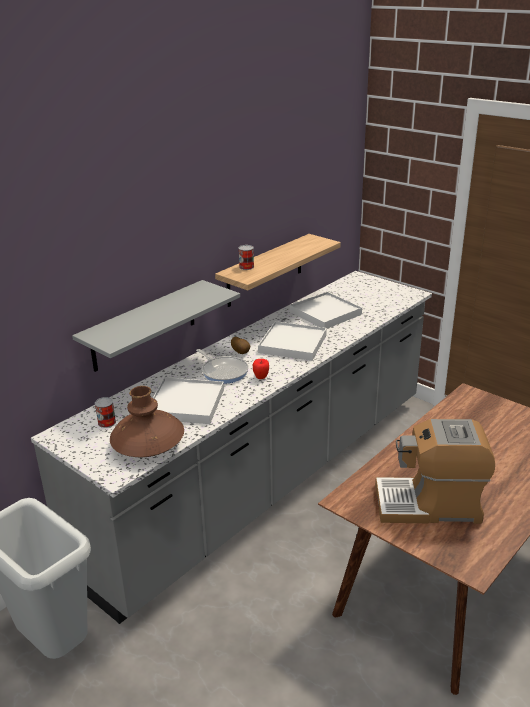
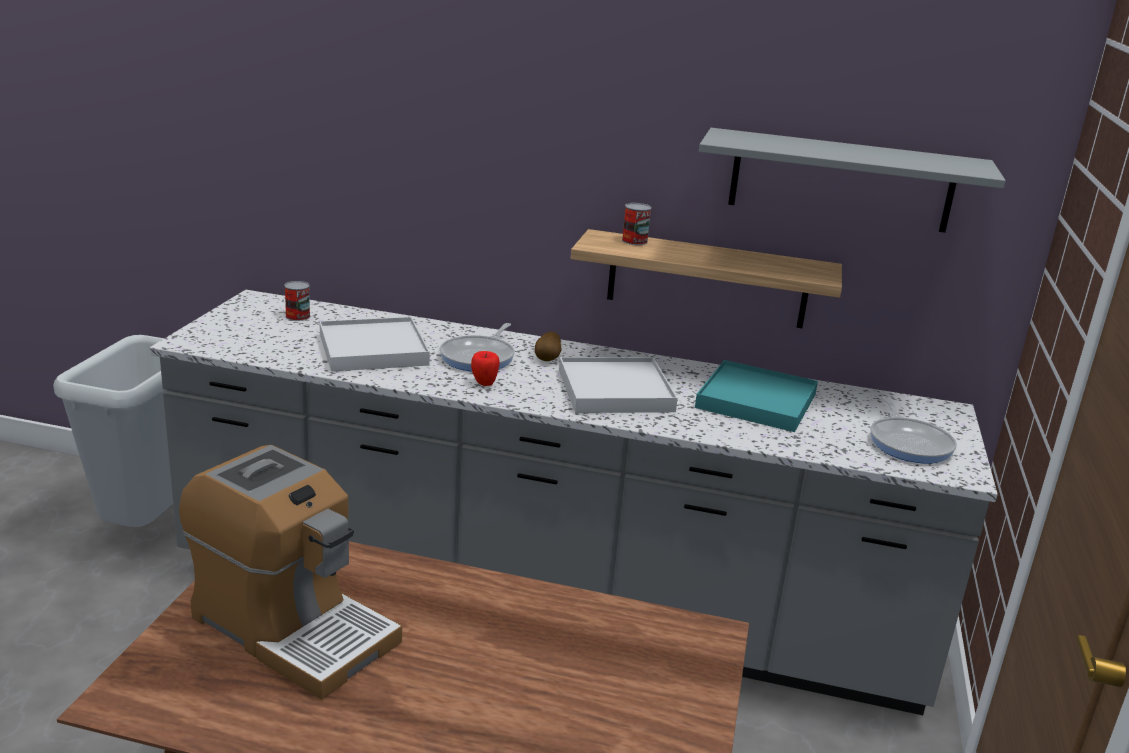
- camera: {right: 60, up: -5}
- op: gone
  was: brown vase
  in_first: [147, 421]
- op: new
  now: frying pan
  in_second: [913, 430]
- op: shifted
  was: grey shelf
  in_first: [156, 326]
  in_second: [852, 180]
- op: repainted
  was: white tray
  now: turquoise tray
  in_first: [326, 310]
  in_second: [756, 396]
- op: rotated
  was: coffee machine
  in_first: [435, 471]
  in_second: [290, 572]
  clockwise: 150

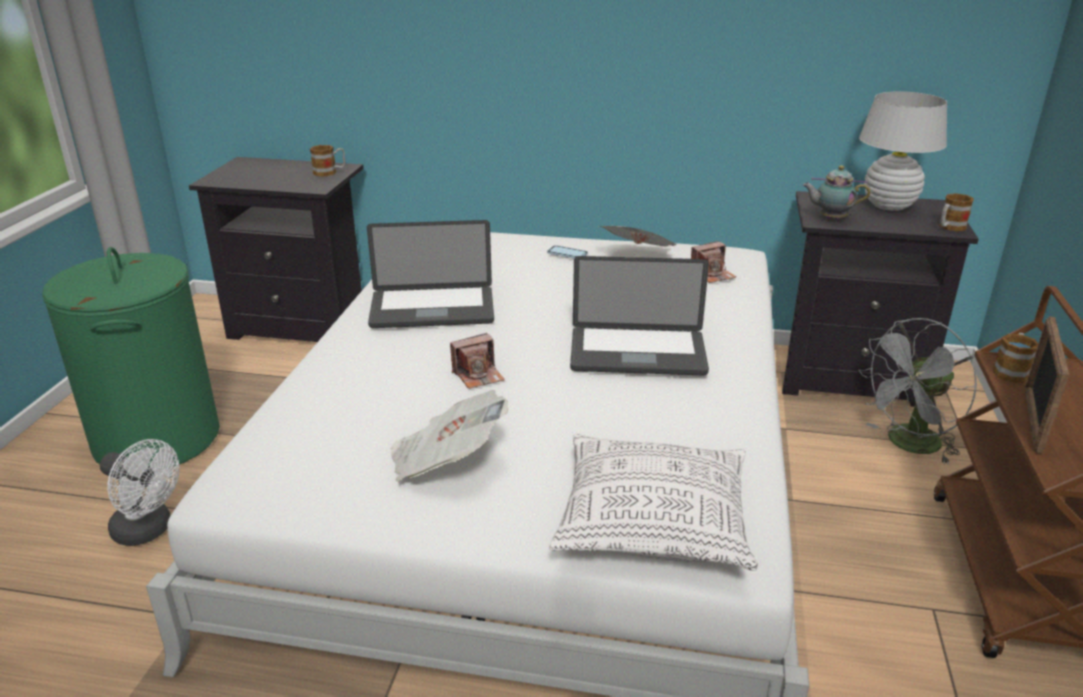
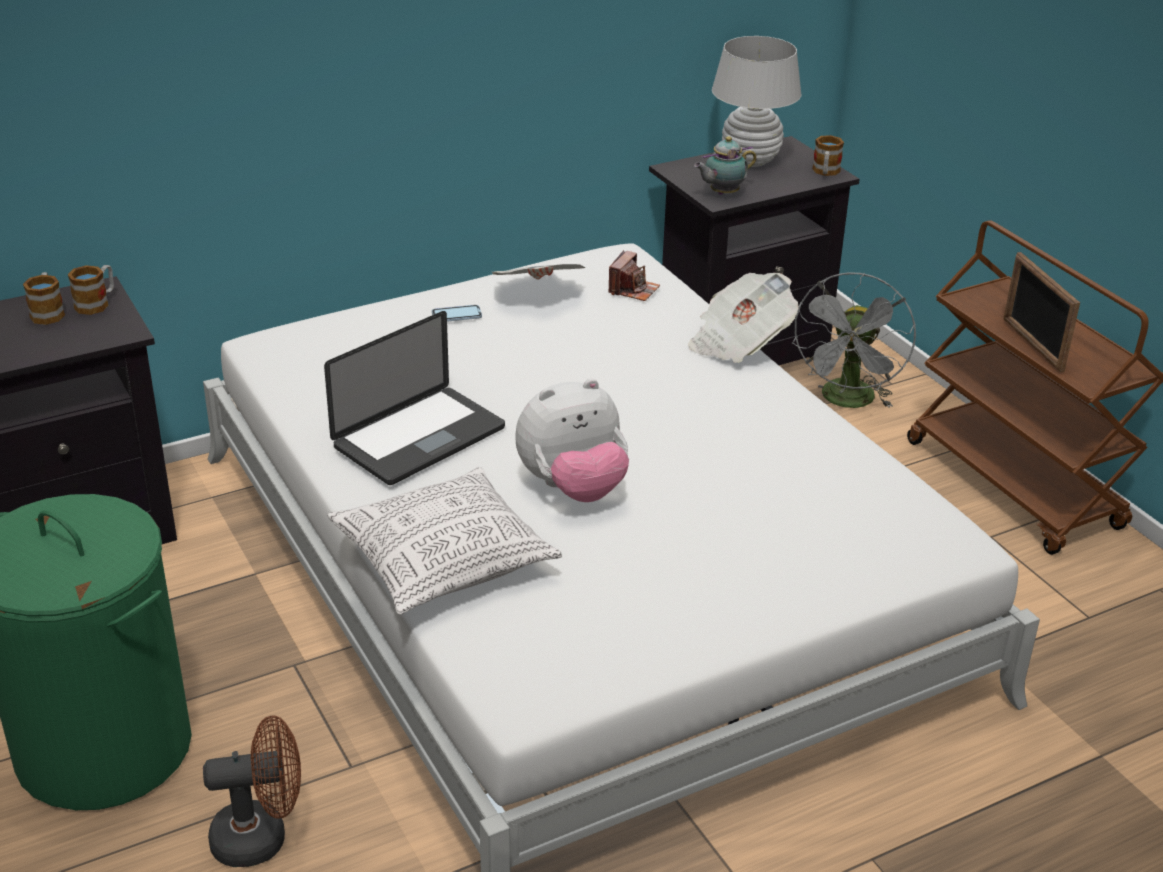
- camera: {right: -40, up: 5}
- op: gone
  was: laptop
  in_first: [639, 315]
- op: shifted
  was: newspaper
  in_first: [449, 436]
  in_second: [743, 318]
- op: shifted
  was: pillow
  in_first: [653, 502]
  in_second: [444, 541]
- op: shifted
  was: mug
  in_first: [1015, 358]
  in_second: [44, 298]
- op: swapped
  was: photo camera
  now: plush toy
  in_first: [477, 361]
  in_second: [572, 440]
- op: repainted
  was: white fan
  now: brown fan
  in_first: [140, 492]
  in_second: [252, 791]

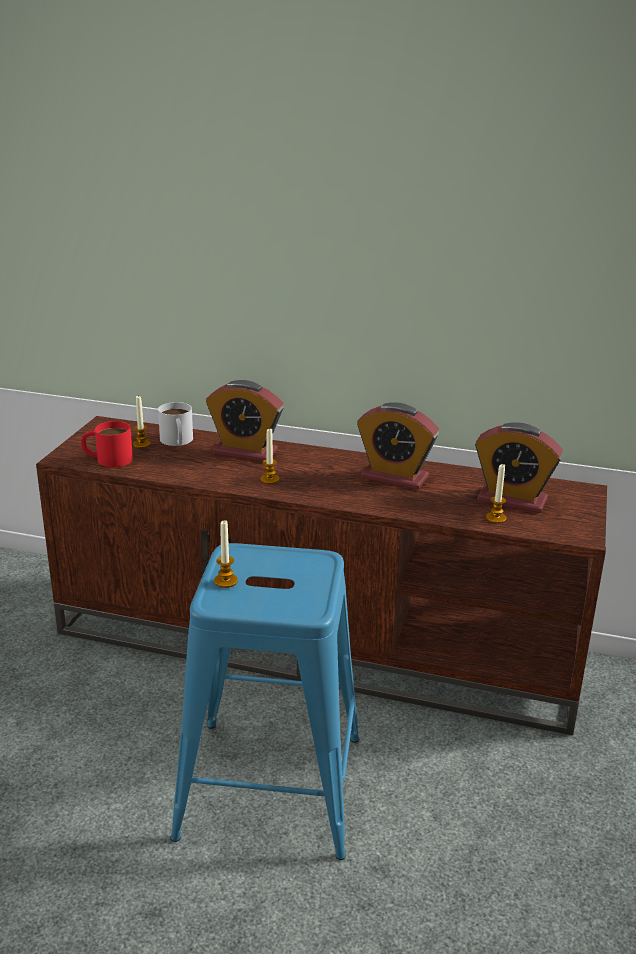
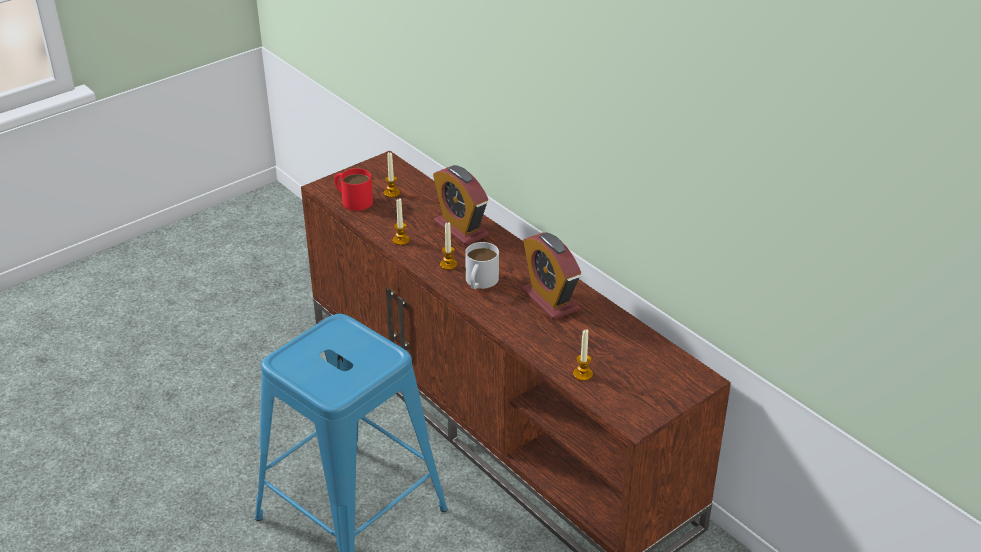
- camera: {right: 35, up: 10}
- op: gone
  was: alarm clock
  in_first: [519, 467]
- op: shifted
  was: white mug
  in_first: [175, 424]
  in_second: [482, 265]
- op: shifted
  was: candle
  in_first: [226, 554]
  in_second: [401, 222]

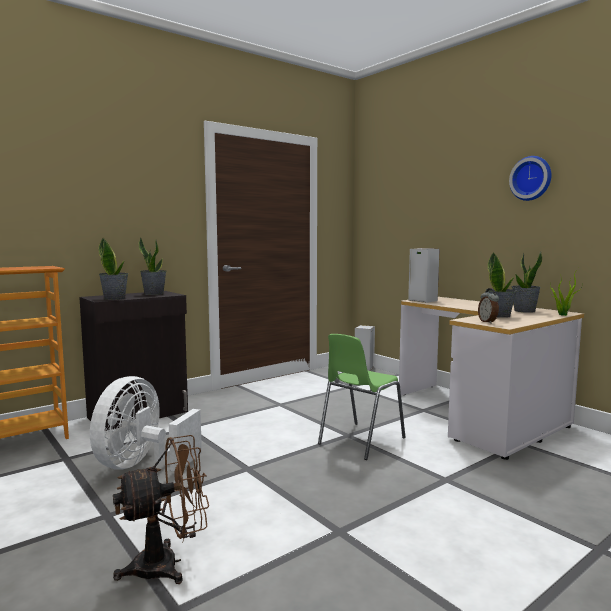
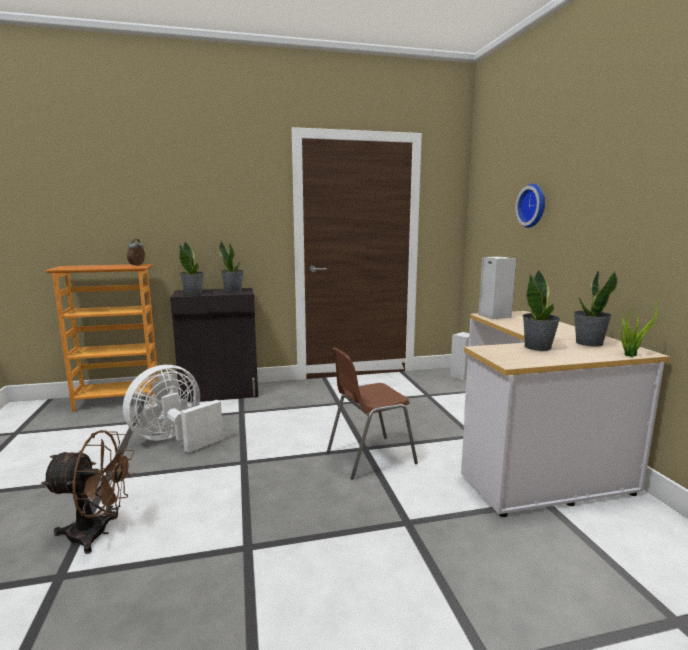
- camera: {right: 25, up: 5}
- op: shifted
  was: alarm clock
  in_first: [488, 306]
  in_second: [136, 252]
- op: shifted
  was: wall clock
  in_first: [530, 178]
  in_second: [530, 206]
- op: repainted
  was: green chair
  now: brown chair
  in_first: [361, 397]
  in_second: [372, 414]

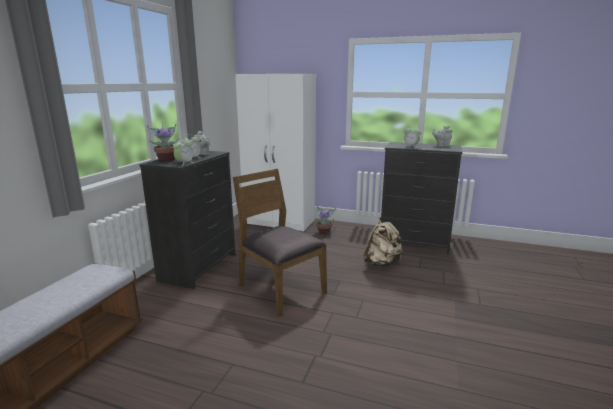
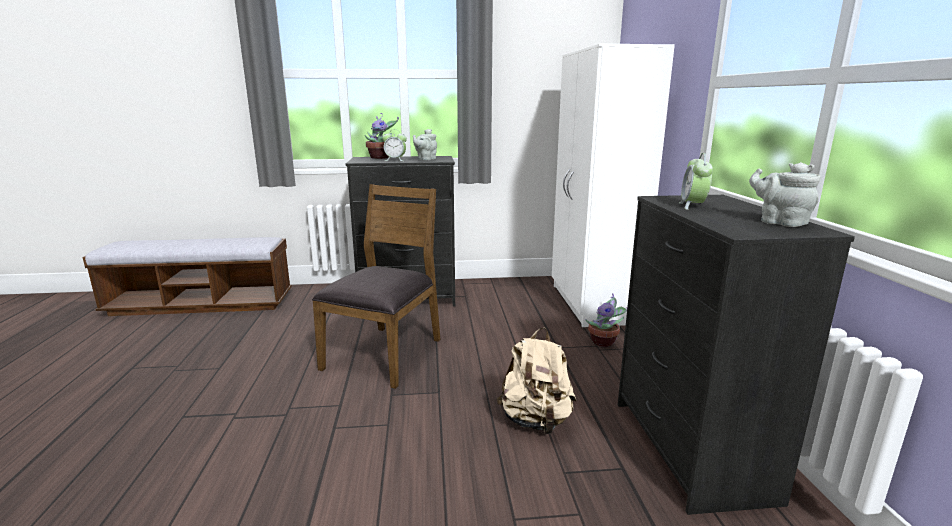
- camera: {right: 65, up: 0}
- op: gone
  was: alarm clock
  in_first: [183, 152]

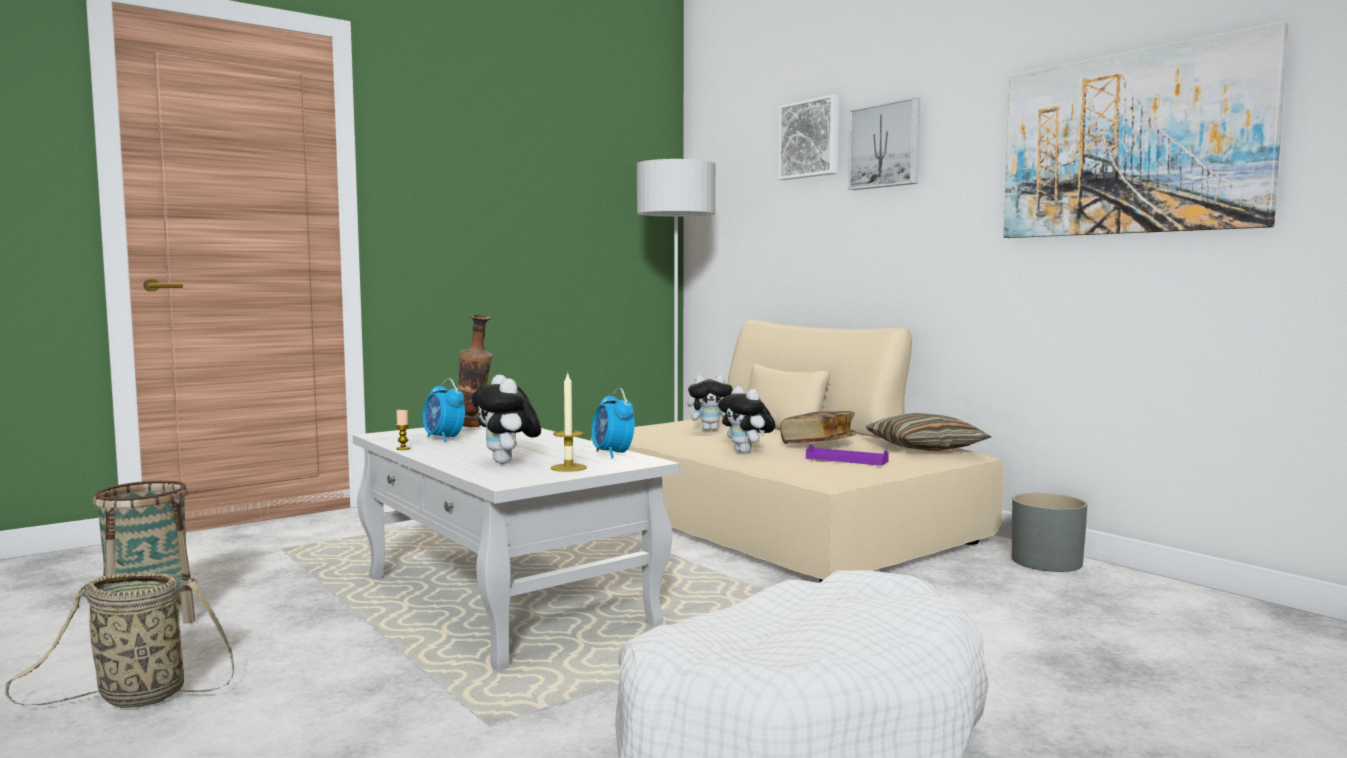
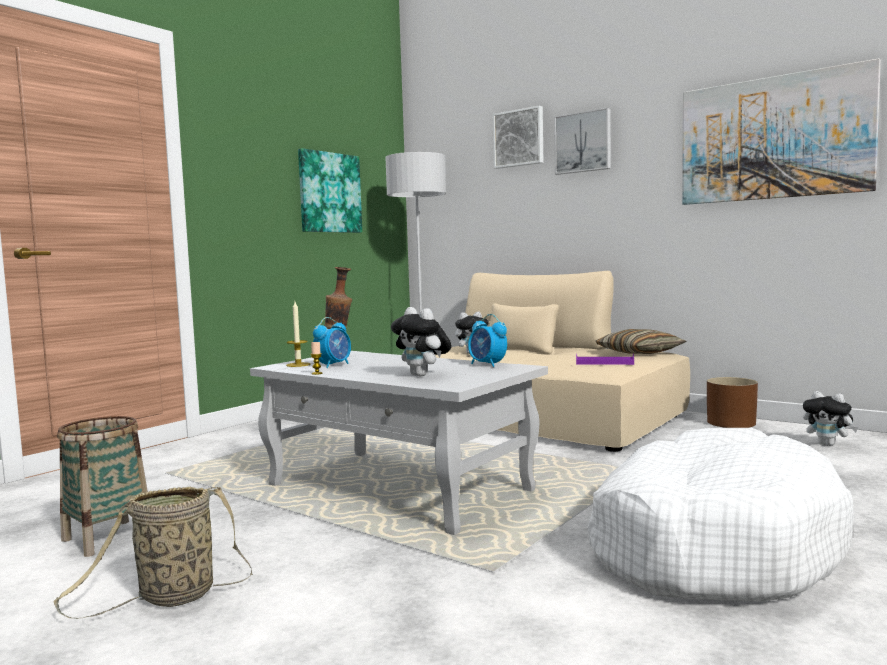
- camera: {right: -15, up: 0}
- op: gone
  was: book
  in_first: [818, 427]
- op: new
  now: picture
  in_second: [330, 190]
- op: shifted
  was: candle
  in_first: [569, 422]
  in_second: [298, 334]
- op: shifted
  was: plush toy
  in_first: [746, 420]
  in_second: [831, 418]
- op: repainted
  was: grey planter
  now: brown planter
  in_first: [1049, 532]
  in_second: [732, 402]
- op: rotated
  was: alarm clock
  in_first: [444, 410]
  in_second: [332, 342]
  clockwise: -90

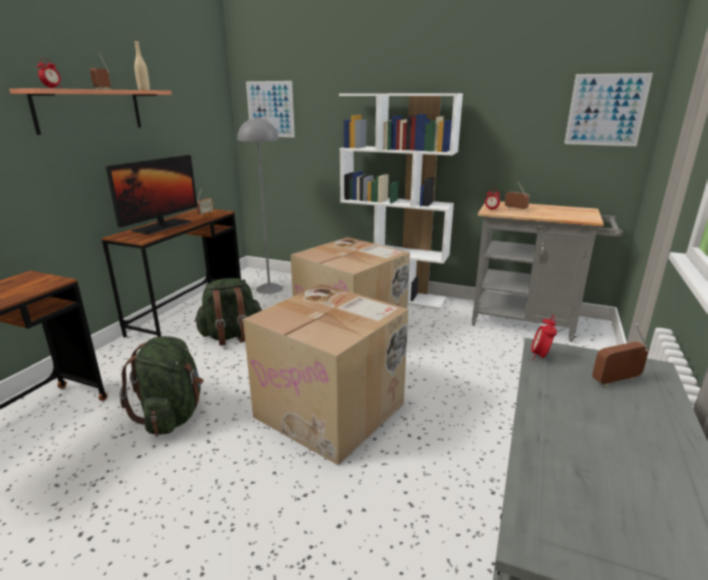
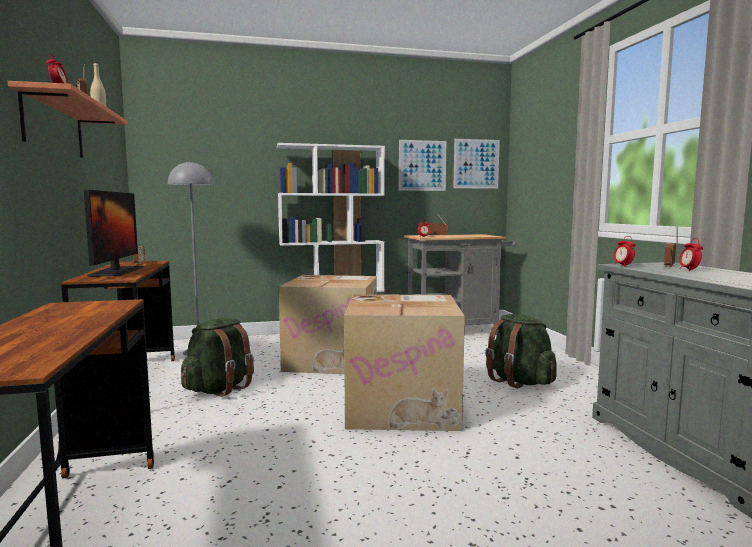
- camera: {right: -35, up: -15}
- op: new
  now: alarm clock
  in_second: [691, 254]
- op: shifted
  was: green backpack
  in_first: [162, 385]
  in_second: [521, 351]
- op: shifted
  was: picture
  in_first: [270, 109]
  in_second: [422, 165]

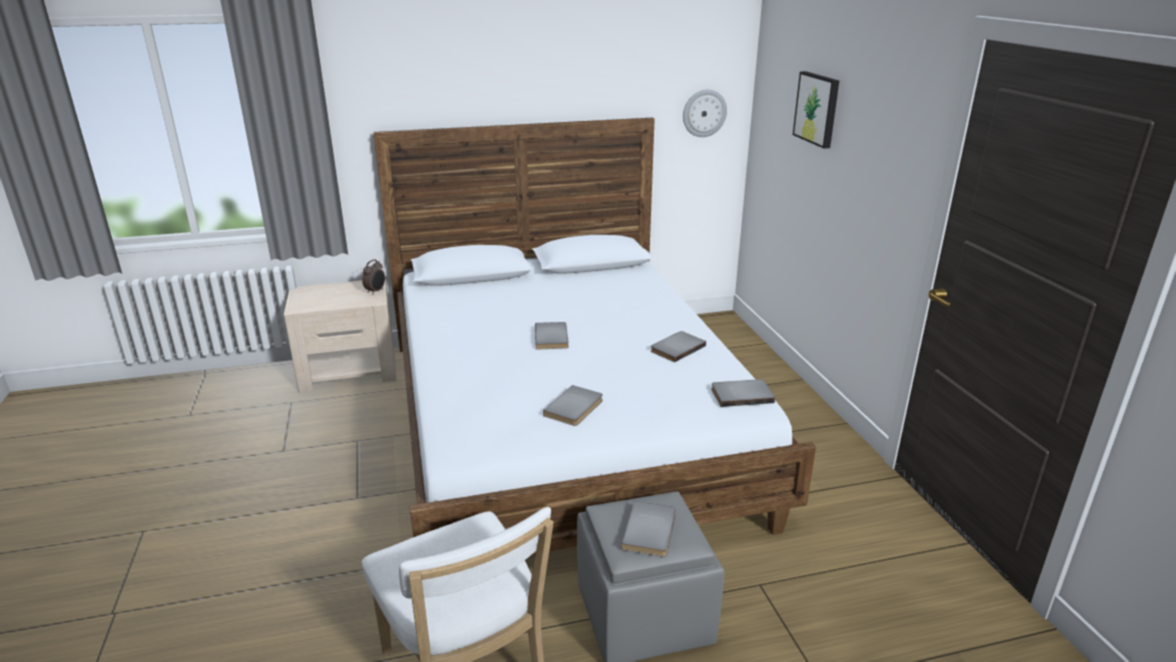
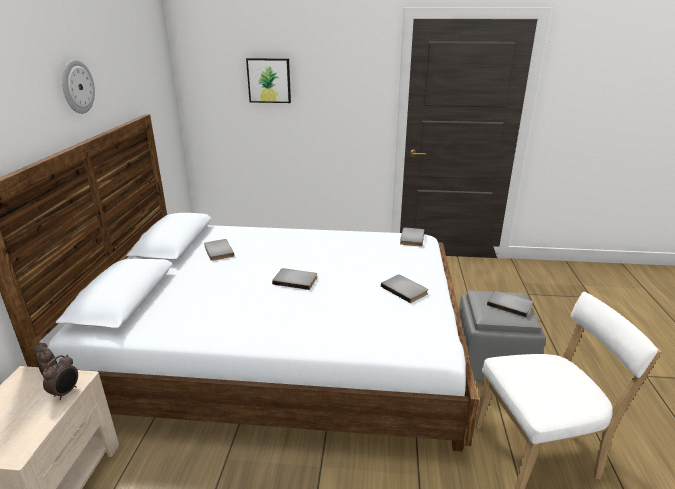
- camera: {right: -70, up: 0}
- op: new
  now: alarm clock
  in_second: [60, 377]
- op: shifted
  was: grey book
  in_first: [678, 346]
  in_second: [219, 250]
- op: shifted
  was: wall clock
  in_first: [705, 113]
  in_second: [78, 86]

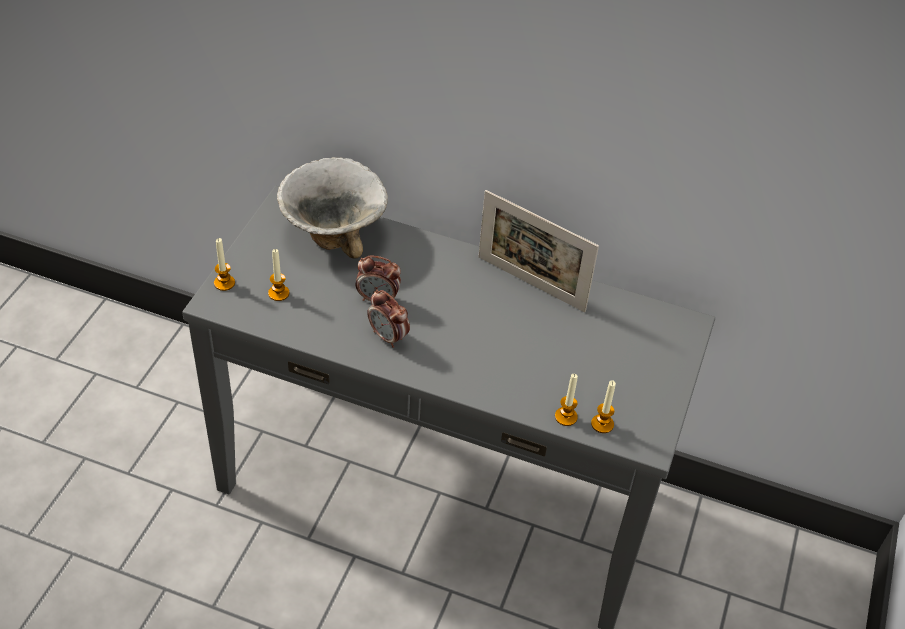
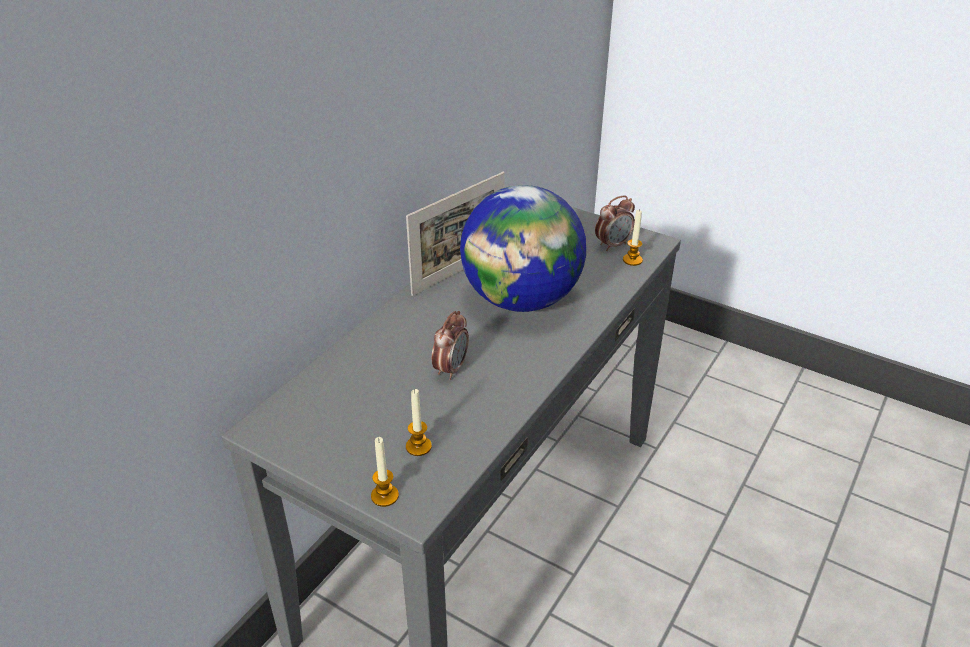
- camera: {right: -75, up: -10}
- op: gone
  was: bowl
  in_first: [332, 208]
- op: gone
  was: candle
  in_first: [566, 400]
- op: new
  now: globe
  in_second: [523, 248]
- op: shifted
  was: alarm clock
  in_first: [388, 319]
  in_second: [615, 223]

